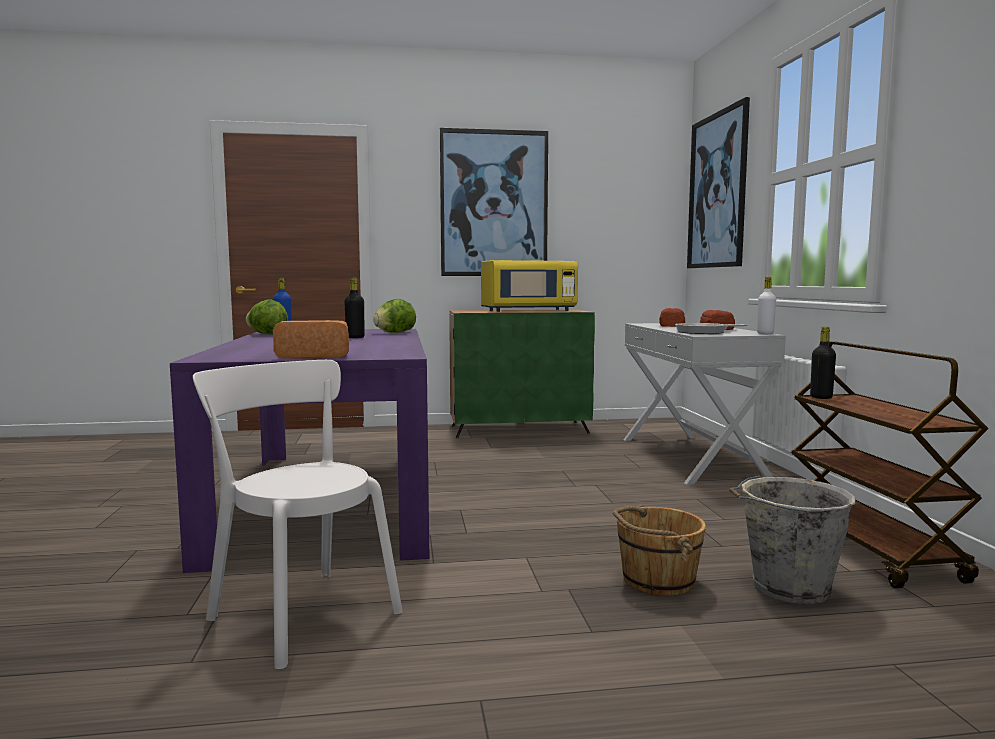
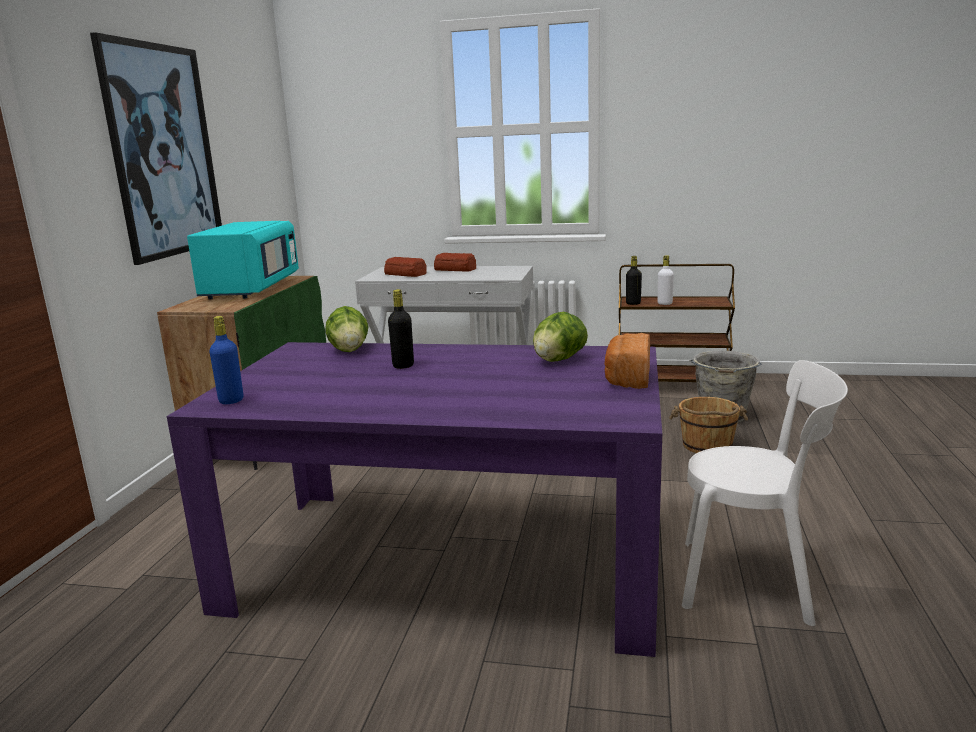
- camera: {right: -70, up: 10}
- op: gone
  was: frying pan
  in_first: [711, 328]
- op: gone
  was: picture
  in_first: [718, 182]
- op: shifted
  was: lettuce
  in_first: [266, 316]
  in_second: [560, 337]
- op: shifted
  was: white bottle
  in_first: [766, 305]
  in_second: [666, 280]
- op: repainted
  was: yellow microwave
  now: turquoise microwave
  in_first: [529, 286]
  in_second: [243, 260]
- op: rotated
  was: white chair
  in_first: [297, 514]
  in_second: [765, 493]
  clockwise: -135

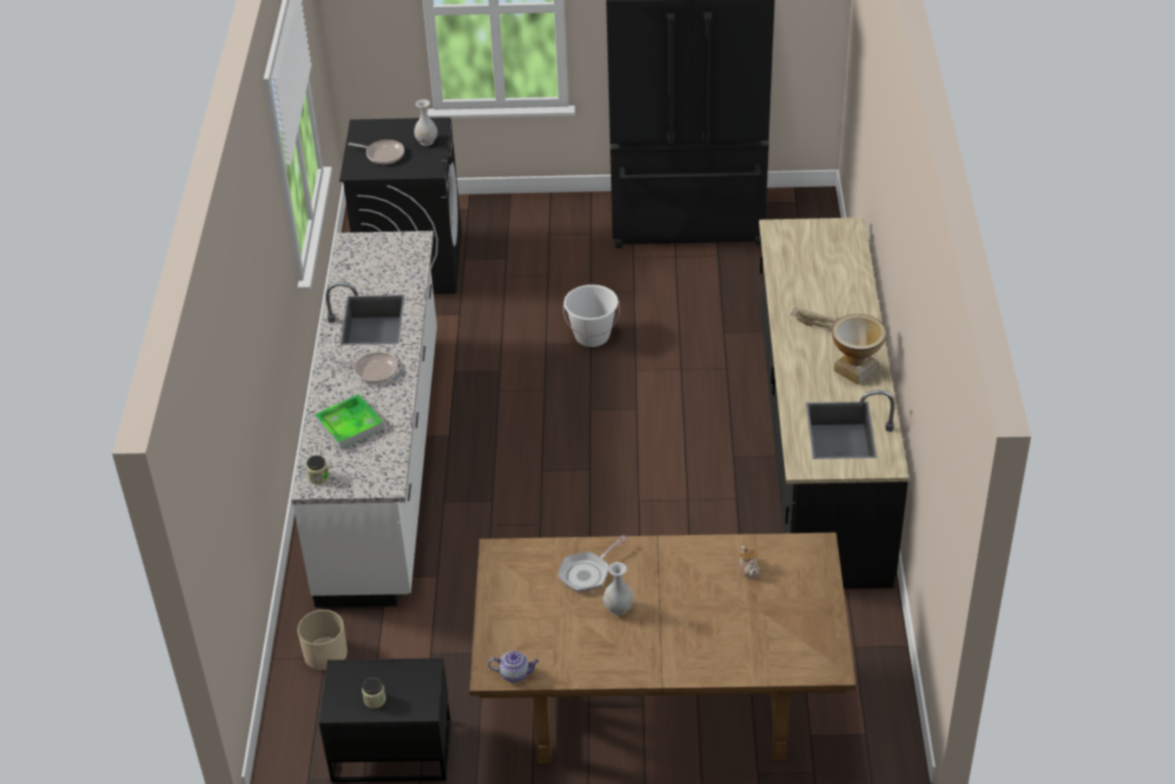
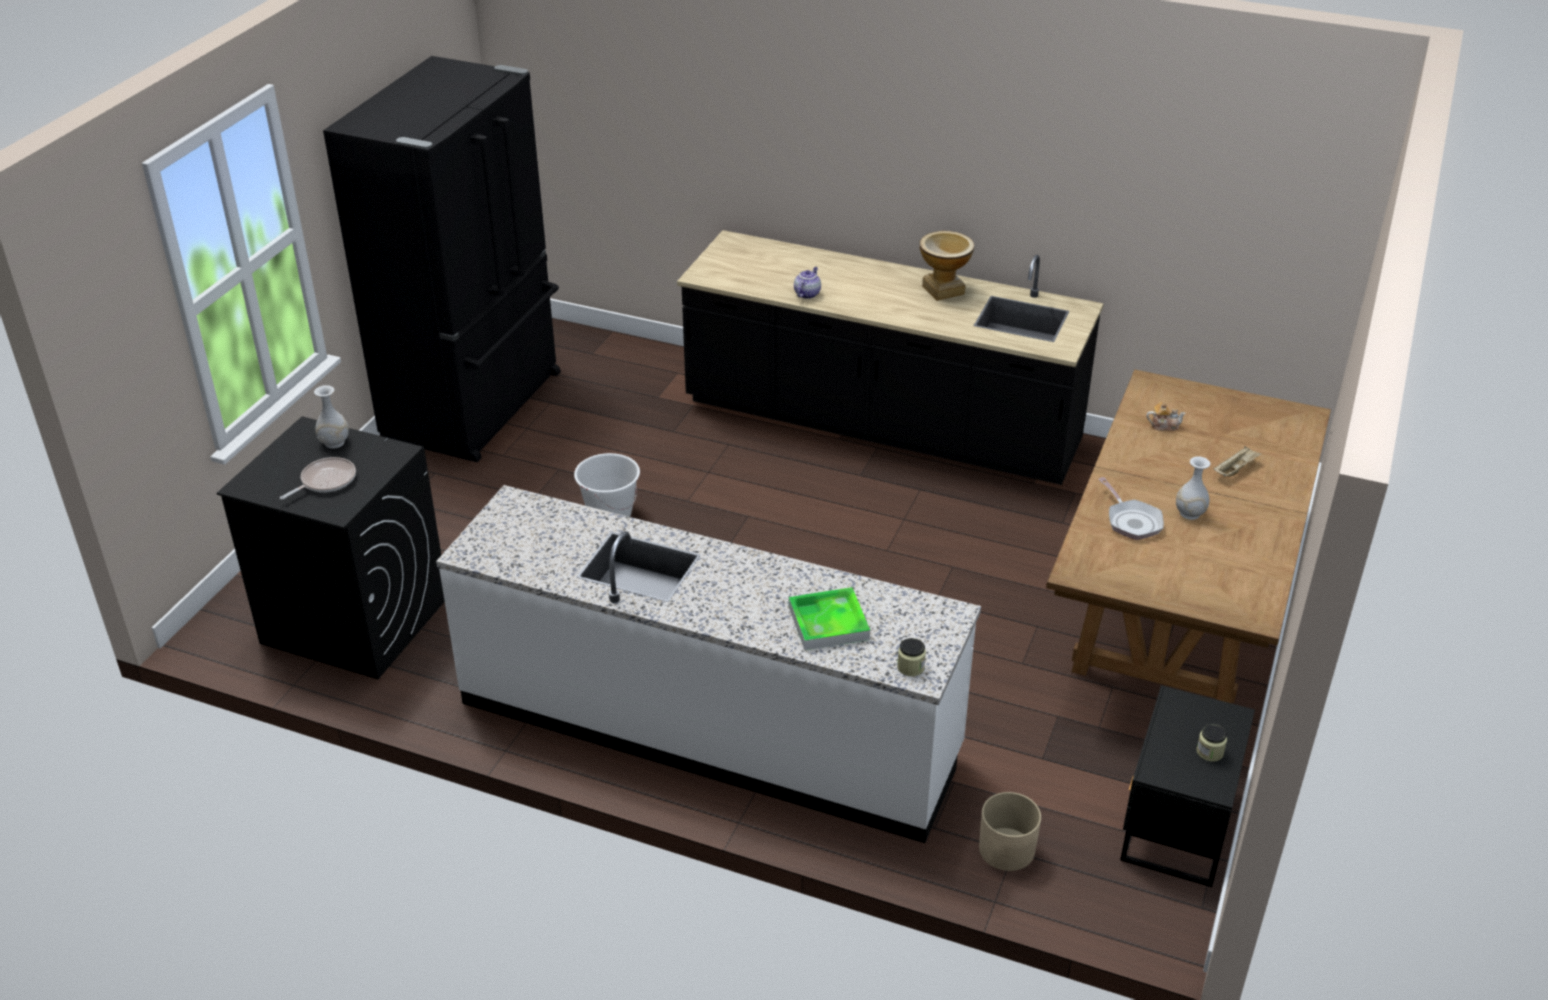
- camera: {right: -70, up: -5}
- op: gone
  was: frying pan
  in_first: [365, 368]
- op: shifted
  was: teapot
  in_first: [513, 666]
  in_second: [807, 283]
- op: shifted
  was: beige tray
  in_first: [814, 317]
  in_second: [1238, 461]

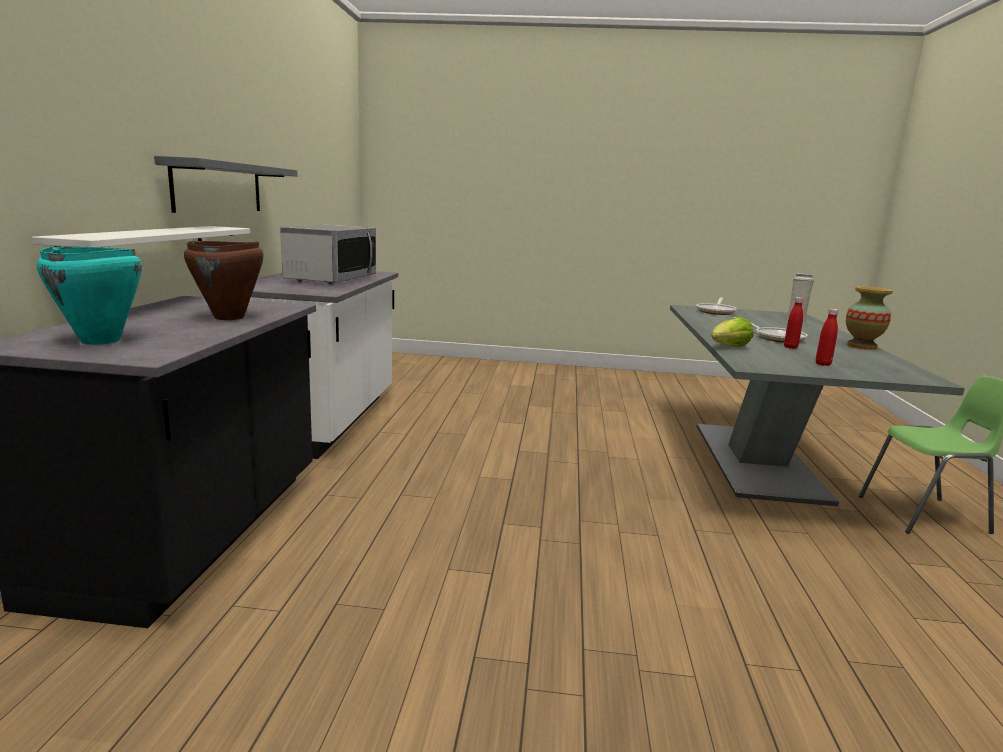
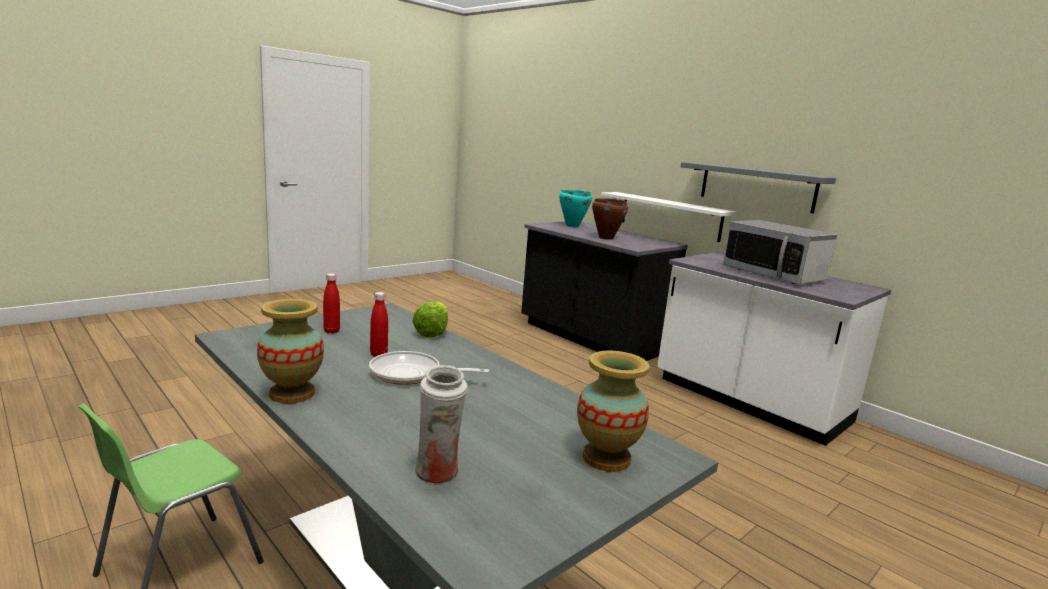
- camera: {right: 130, up: 0}
- op: swapped
  was: frying pan
  now: vase
  in_first: [716, 306]
  in_second: [613, 411]

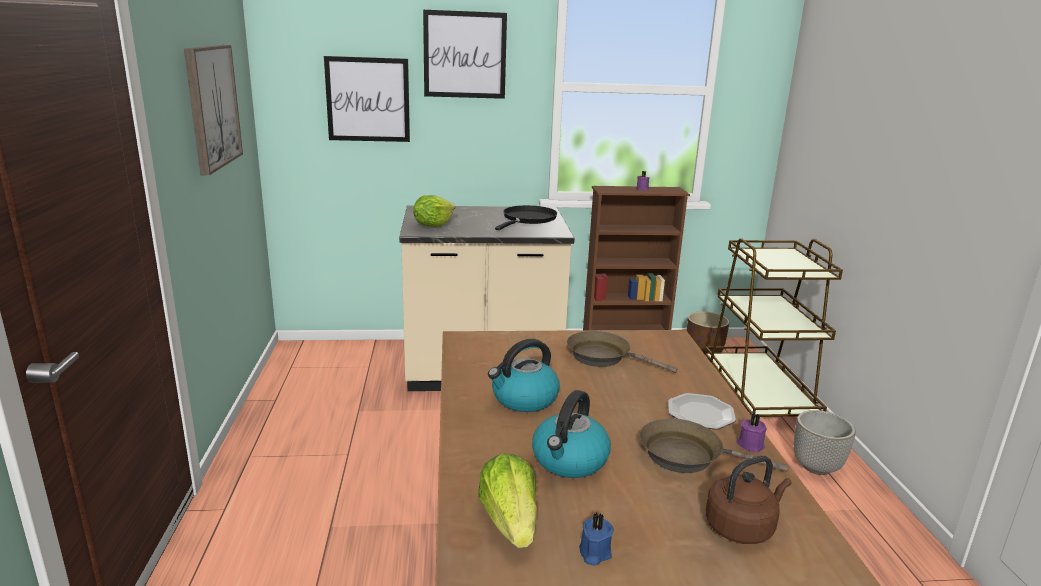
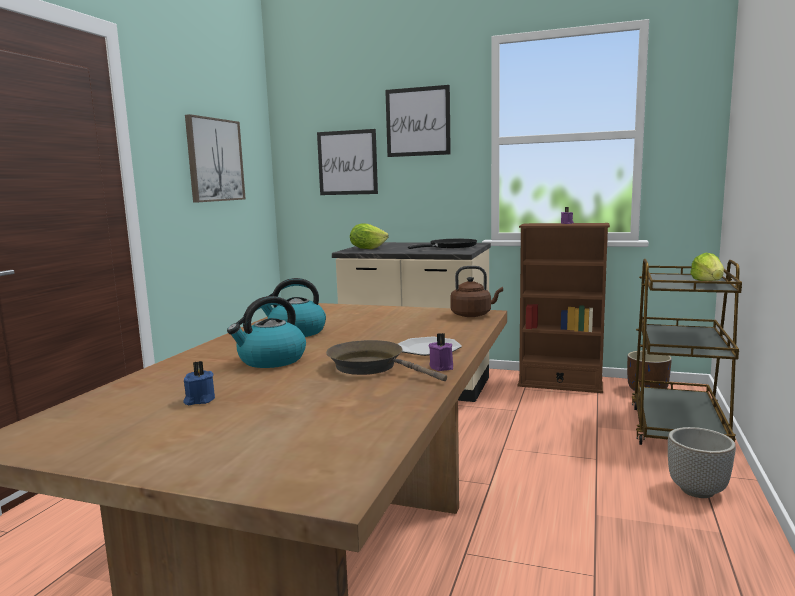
- camera: {right: 25, up: -10}
- op: gone
  was: brown frying pan
  in_first: [622, 352]
- op: shifted
  was: lettuce
  in_first: [507, 500]
  in_second: [707, 267]
- op: shifted
  was: brown kettle
  in_first: [748, 500]
  in_second: [476, 291]

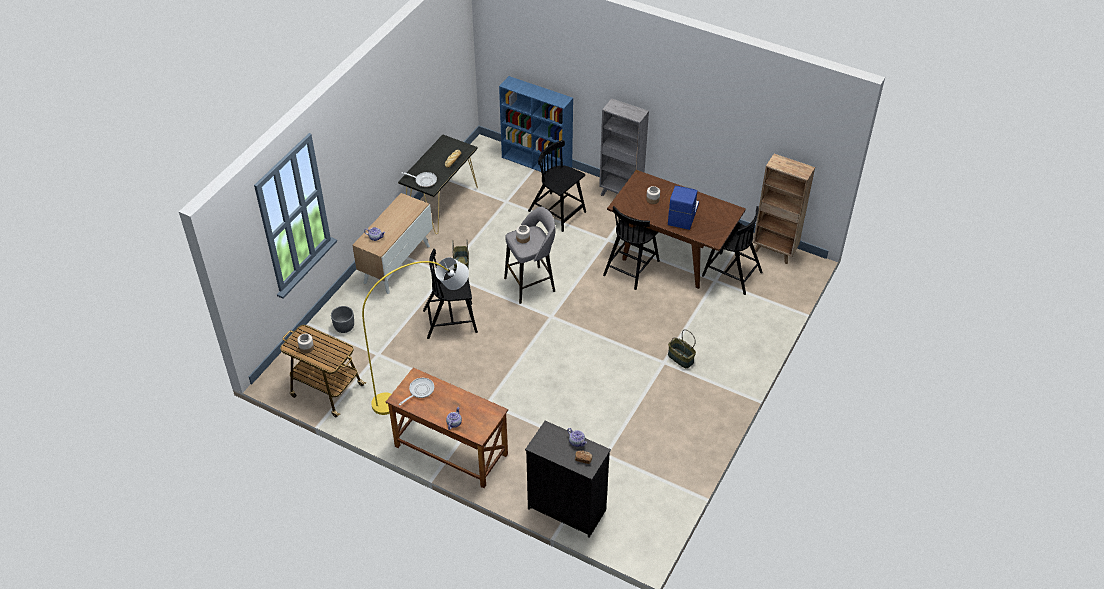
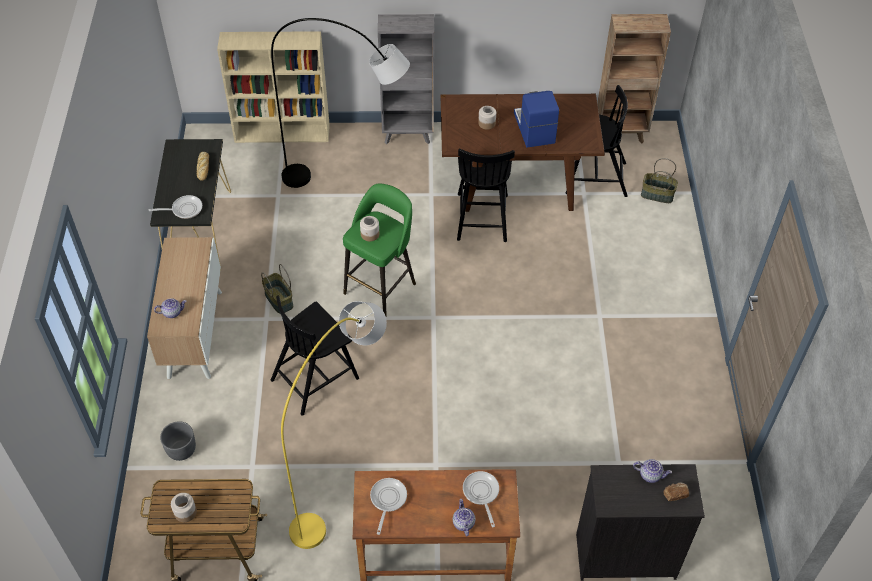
- camera: {right: -30, up: 5}
- op: new
  now: frying pan
  in_second: [481, 499]
- op: shifted
  was: basket
  in_first: [682, 348]
  in_second: [659, 180]
- op: swapped
  was: black chair
  now: grey floor lamp
  in_first: [557, 186]
  in_second: [340, 103]
- op: repainted
  was: blue bookcase
  now: beige bookcase
  in_first: [536, 124]
  in_second: [273, 87]
- op: repainted
  was: grey stool
  now: green stool
  in_first: [529, 255]
  in_second: [379, 250]

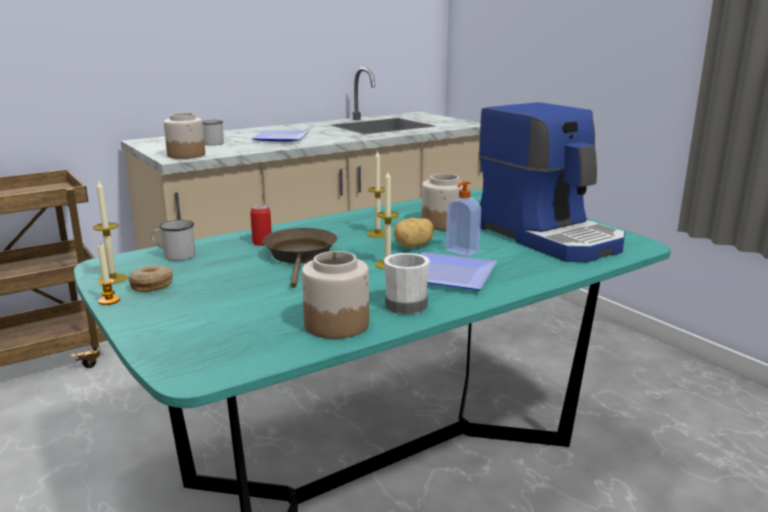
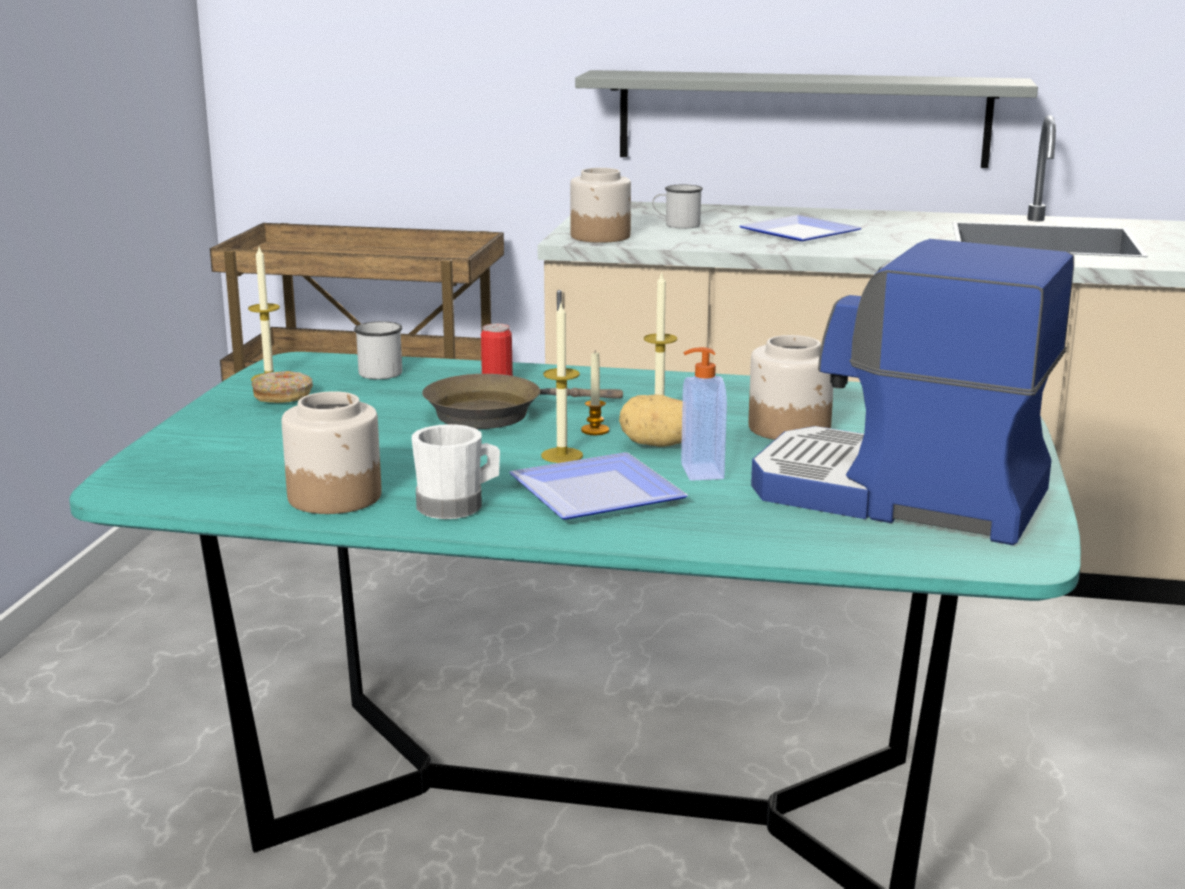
- camera: {right: 45, up: 0}
- op: new
  now: grey shelf
  in_second: [806, 119]
- op: shifted
  was: candle
  in_first: [109, 274]
  in_second: [595, 394]
- op: rotated
  was: brown frying pan
  in_first: [300, 258]
  in_second: [522, 401]
  clockwise: -150
- op: rotated
  was: coffee machine
  in_first: [552, 182]
  in_second: [912, 392]
  clockwise: 105

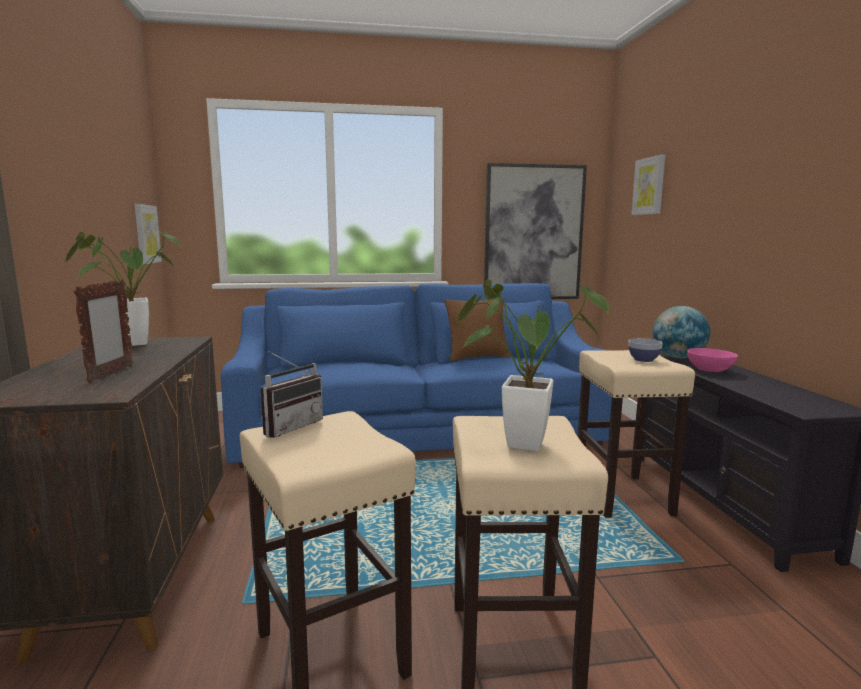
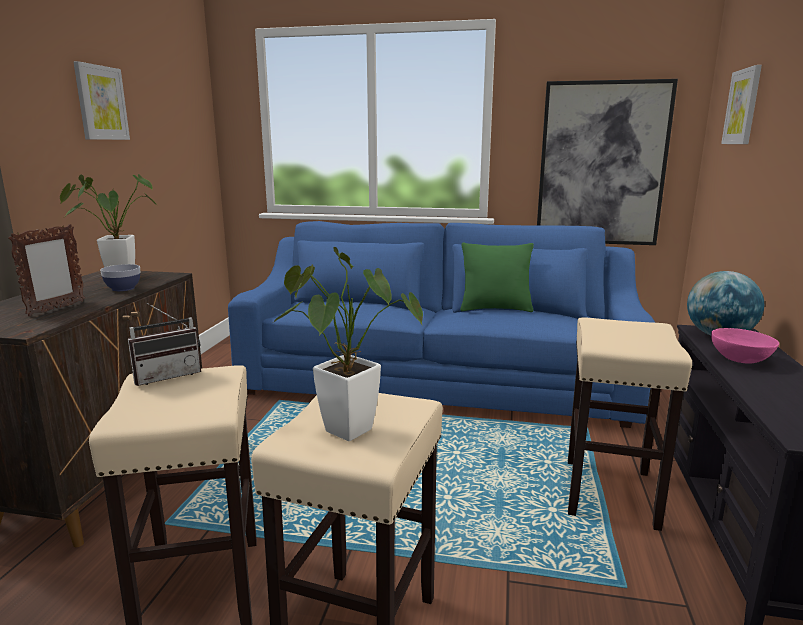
- camera: {right: 20, up: 5}
- op: shifted
  was: picture
  in_first: [148, 234]
  in_second: [101, 100]
- op: shifted
  was: bowl
  in_first: [645, 350]
  in_second: [120, 277]
- op: repainted
  was: brown pillow
  now: green pillow
  in_first: [478, 329]
  in_second: [497, 277]

